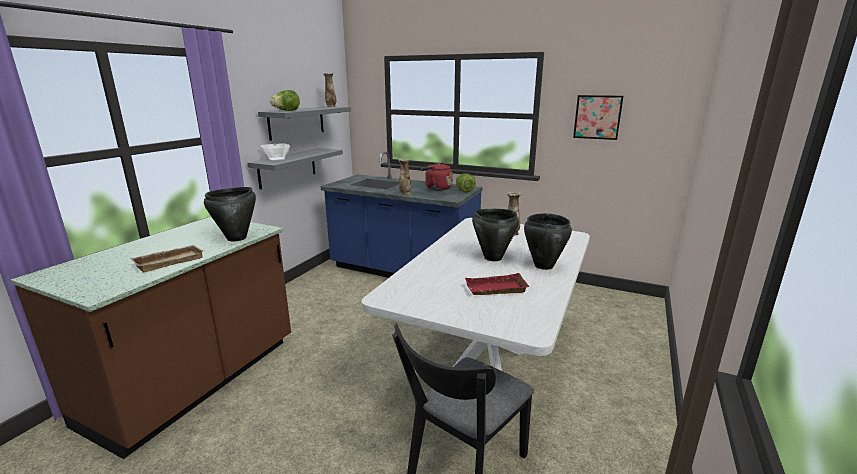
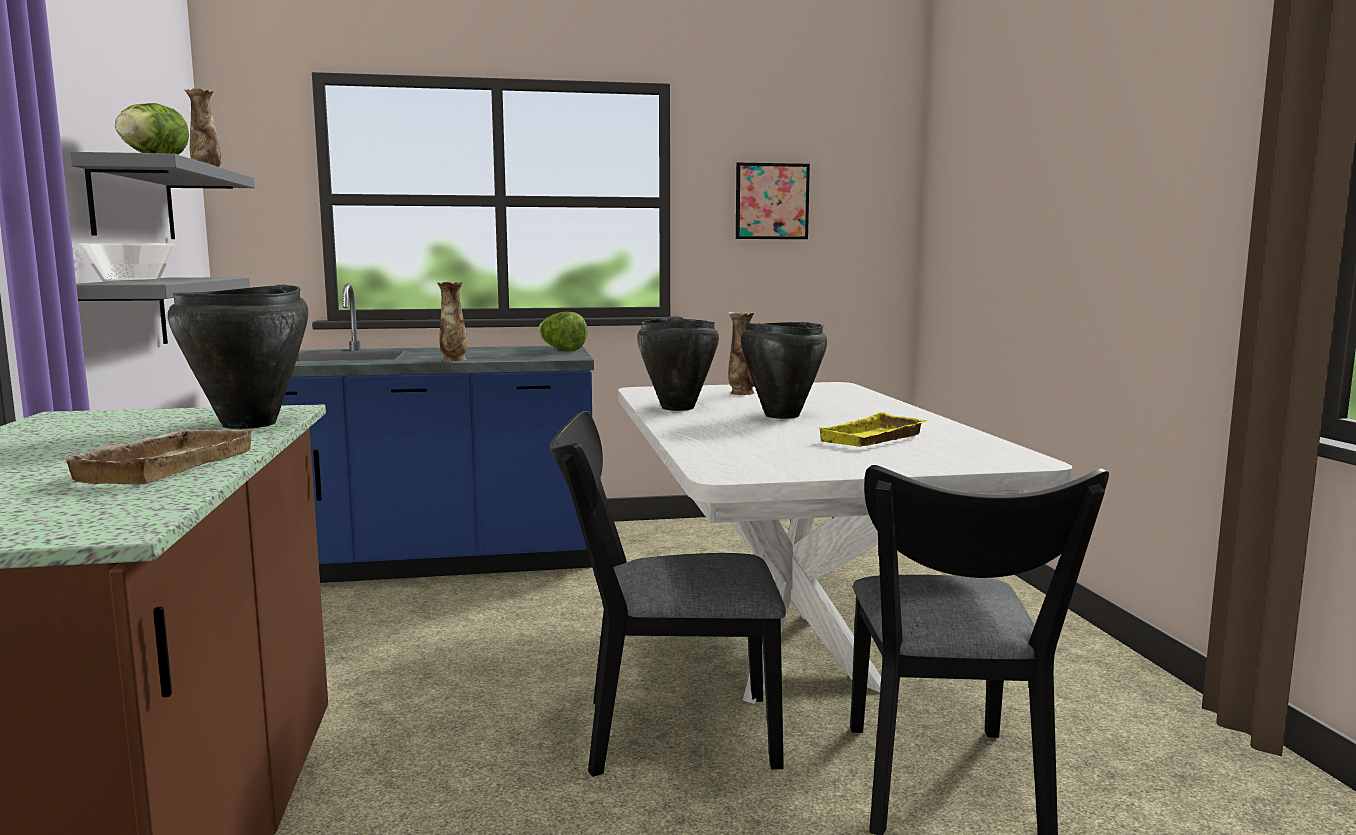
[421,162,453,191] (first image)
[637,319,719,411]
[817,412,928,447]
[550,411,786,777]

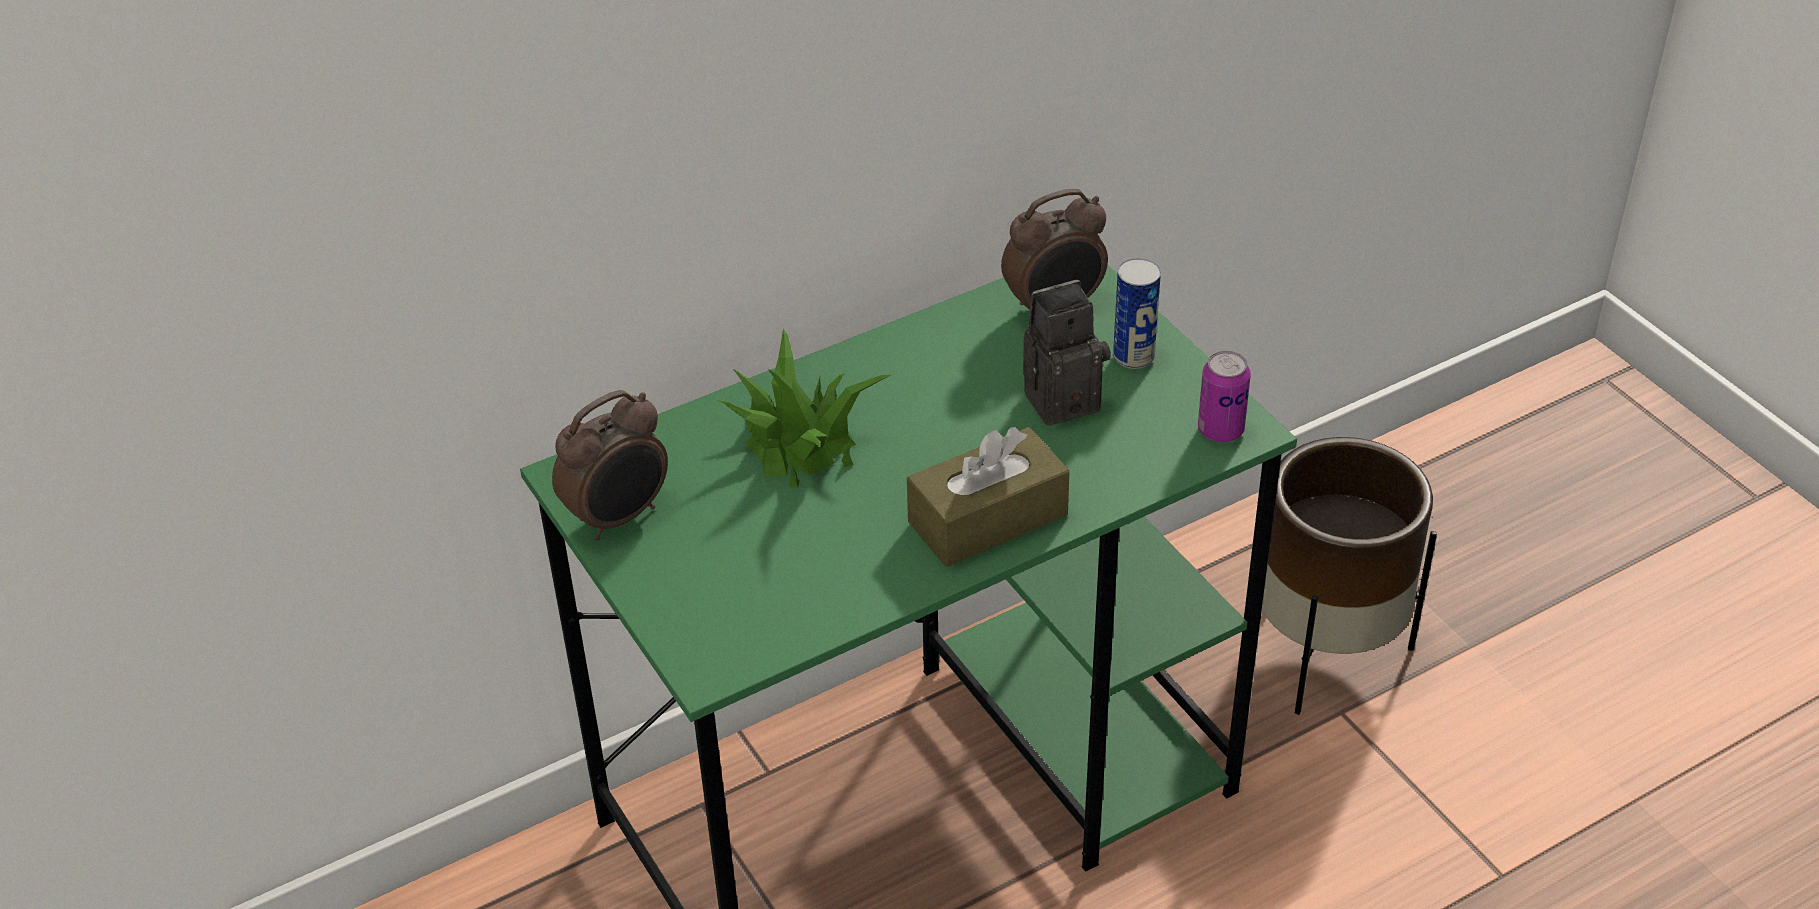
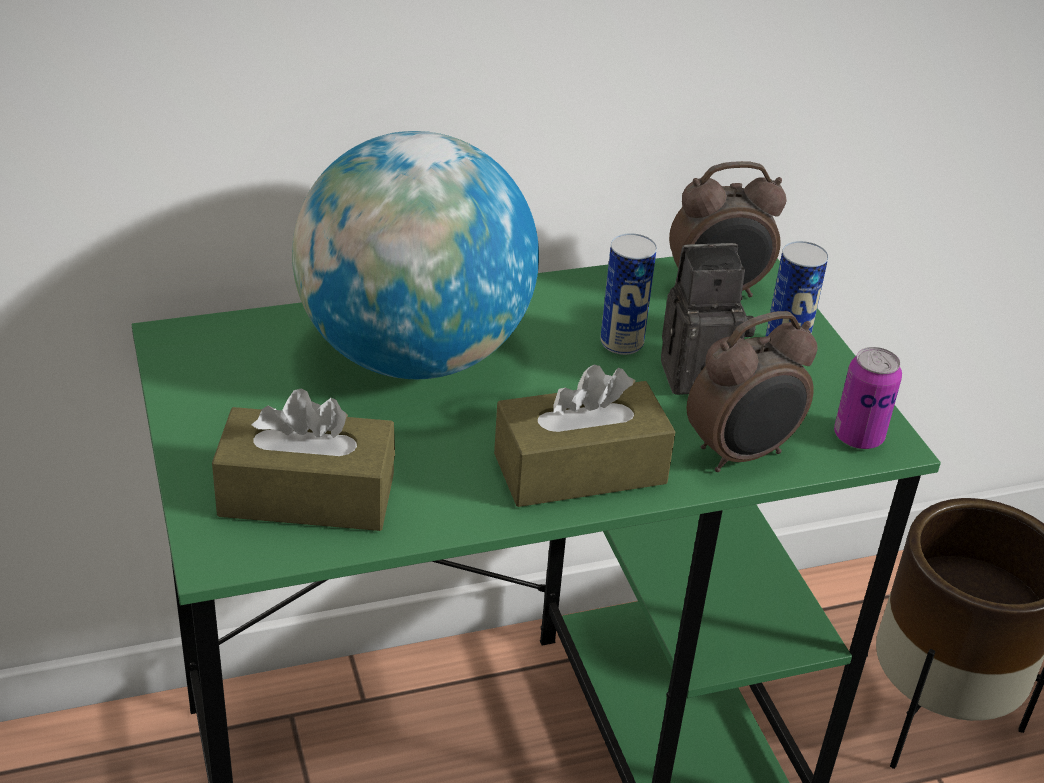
[292,131,539,379]
[687,311,818,472]
[600,233,657,355]
[212,388,395,531]

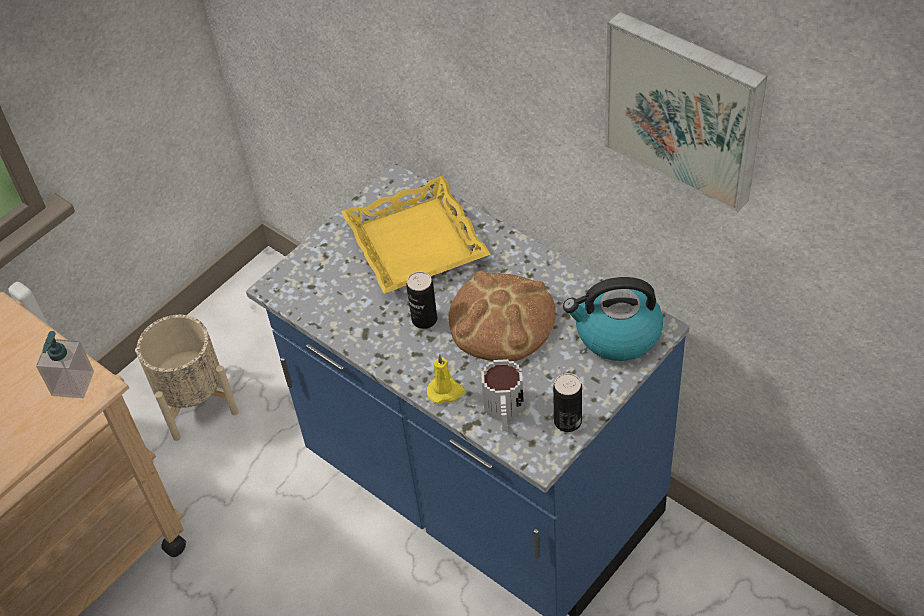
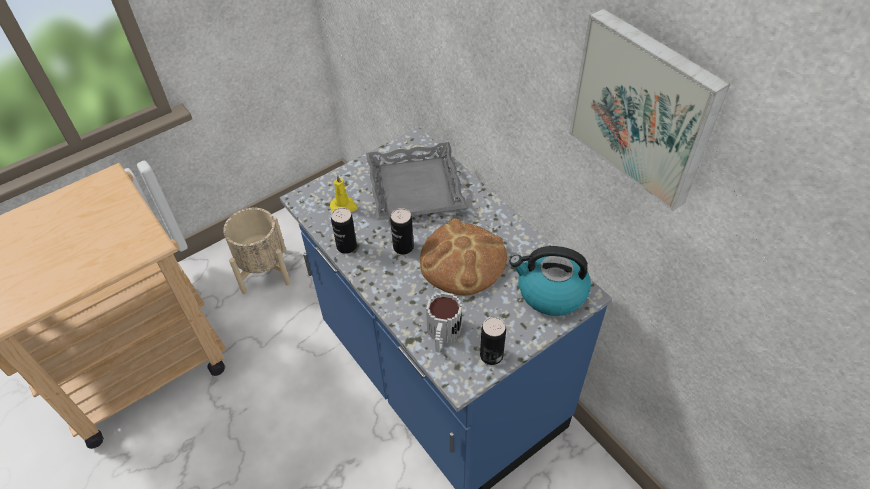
[366,142,468,221]
[36,331,94,398] (first image)
[330,174,358,212]
[331,207,357,254]

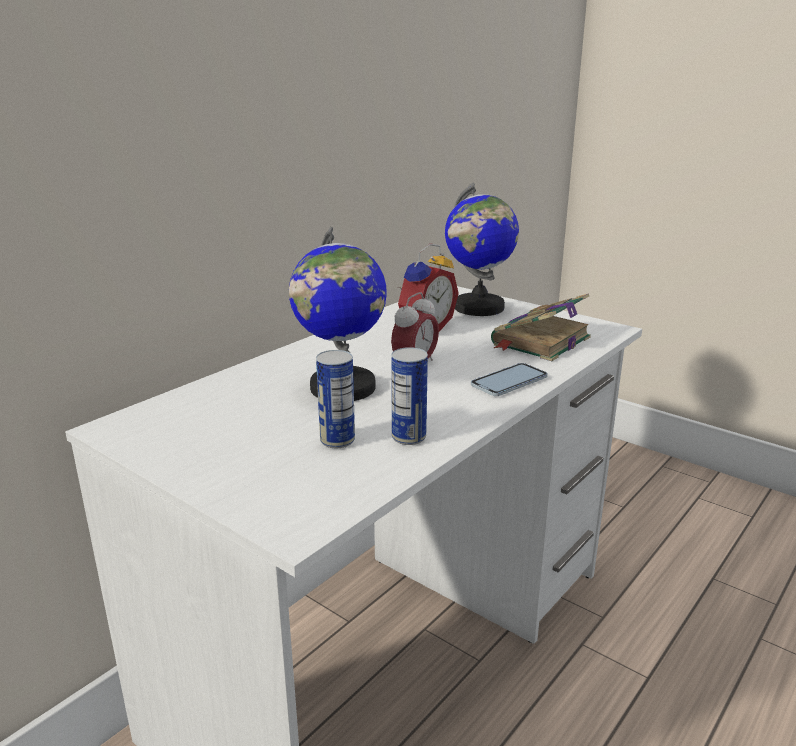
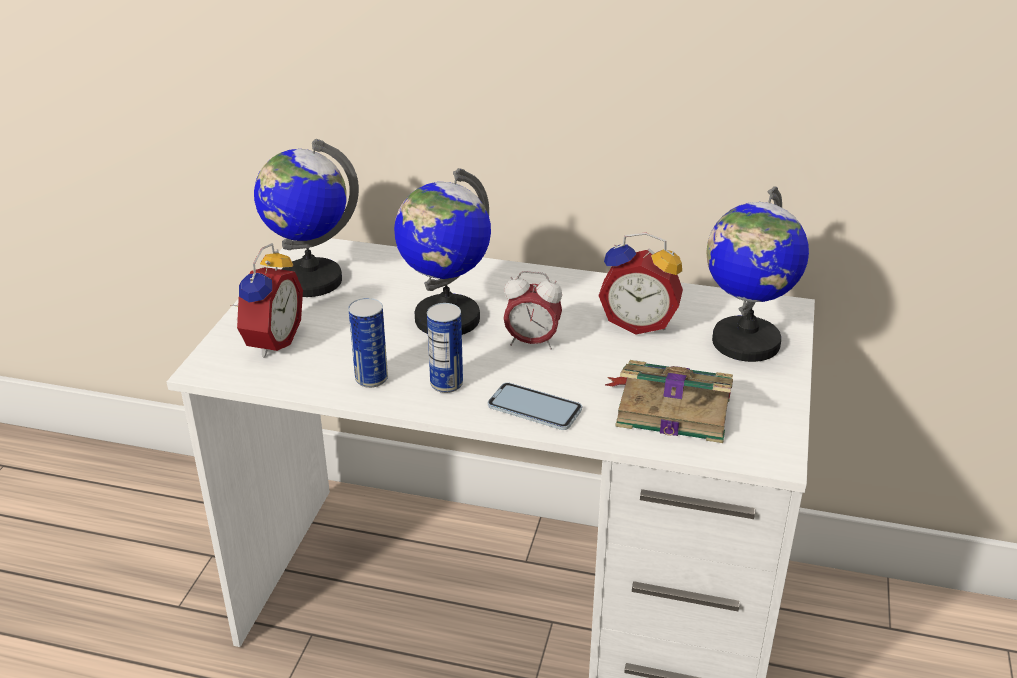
[427,303,463,393]
[254,139,359,297]
[231,243,303,358]

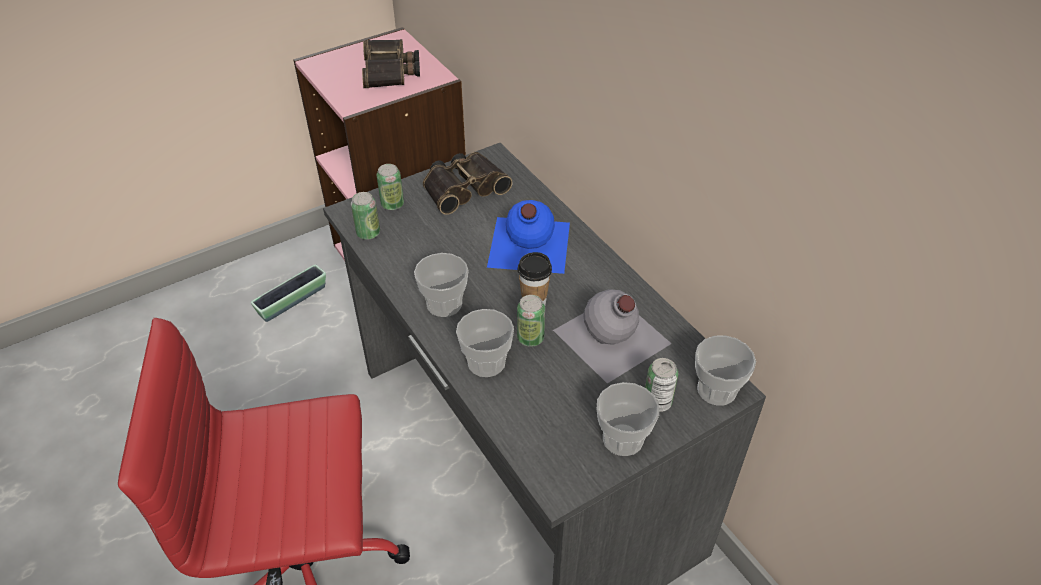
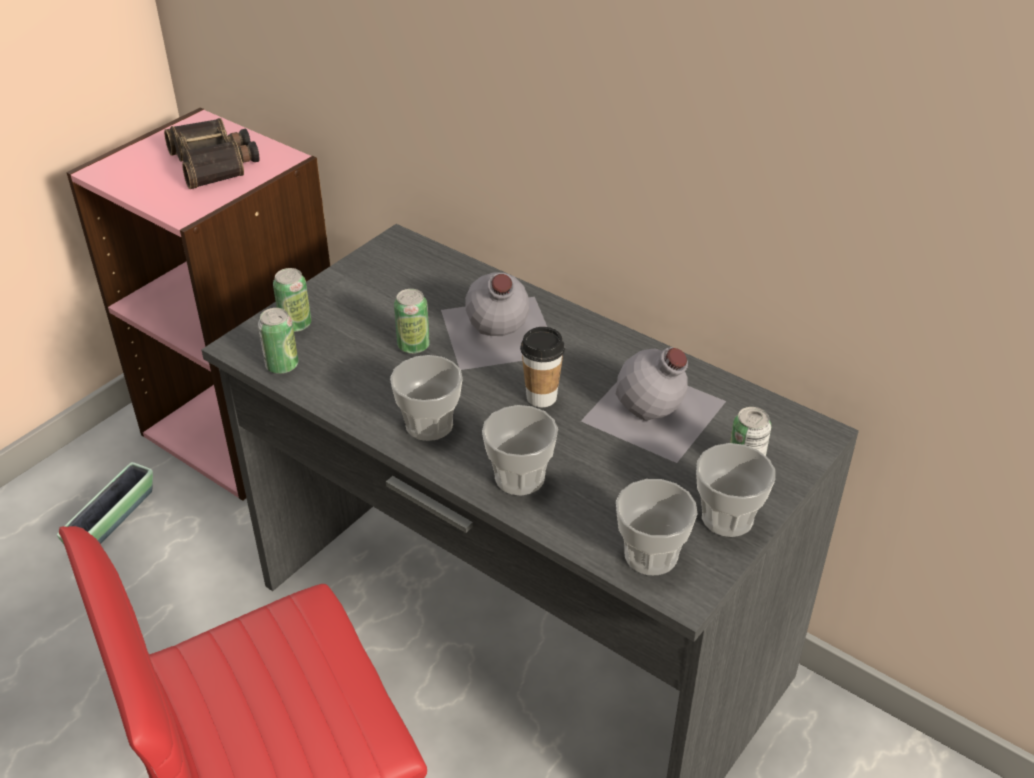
[423,152,512,215] (first image)
[441,272,547,370]
[394,289,430,354]
[616,479,698,575]

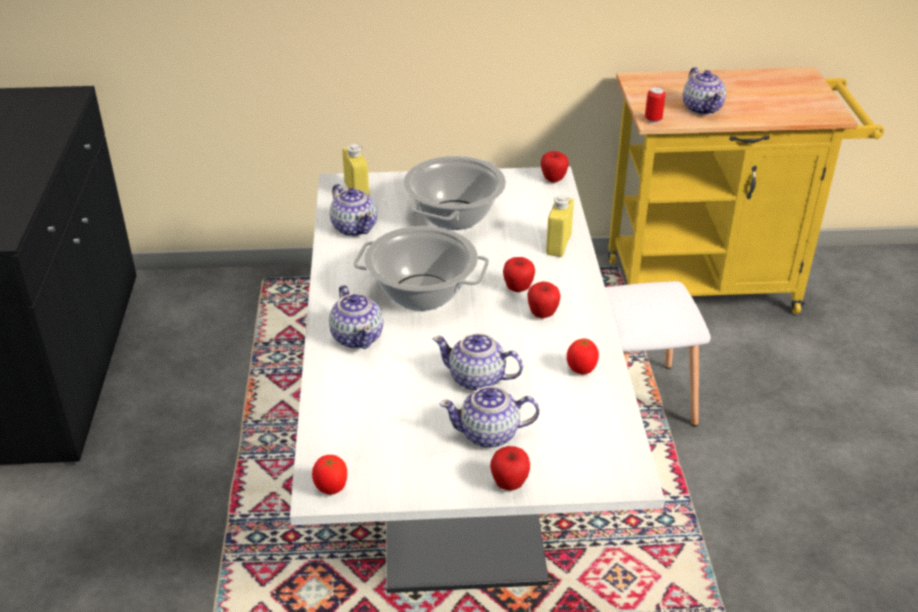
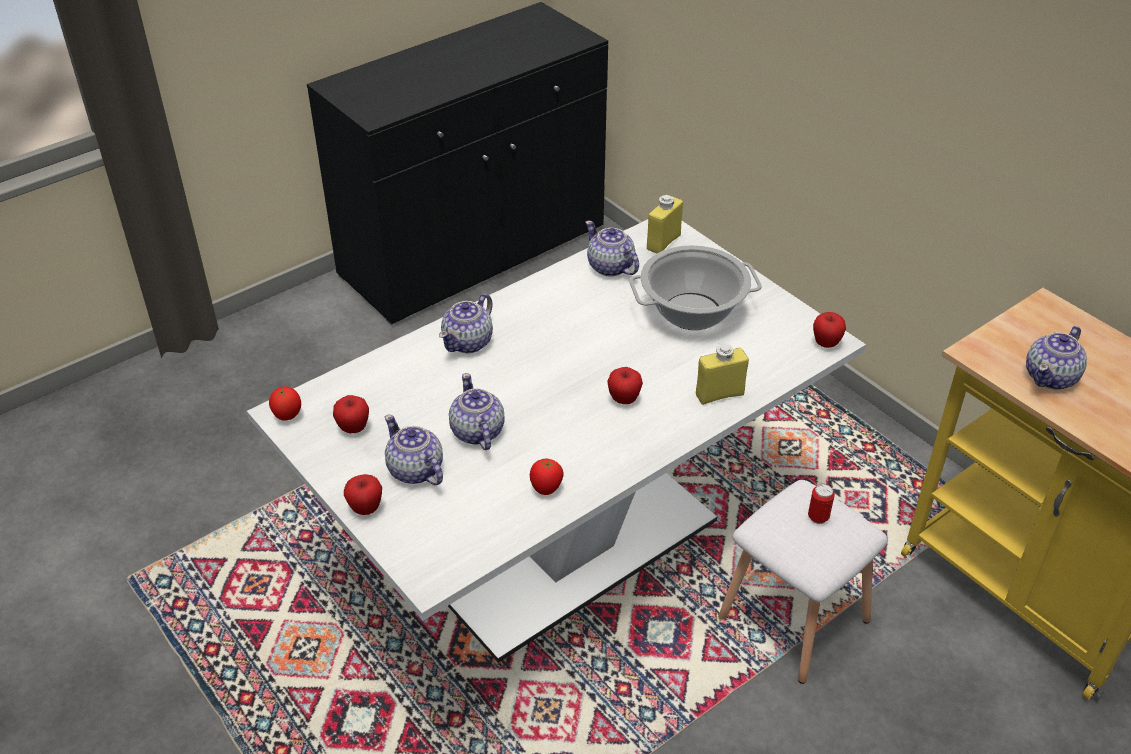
[808,484,835,524]
[585,221,639,277]
[353,226,489,311] (first image)
[333,395,369,433]

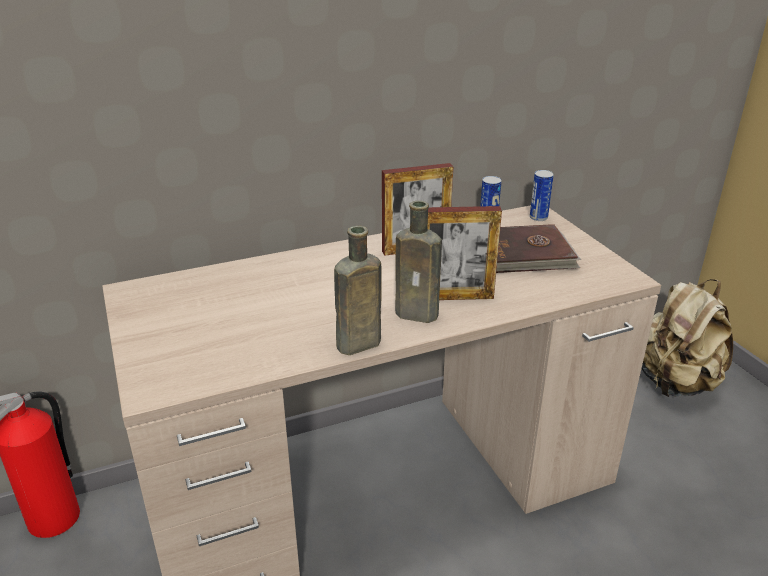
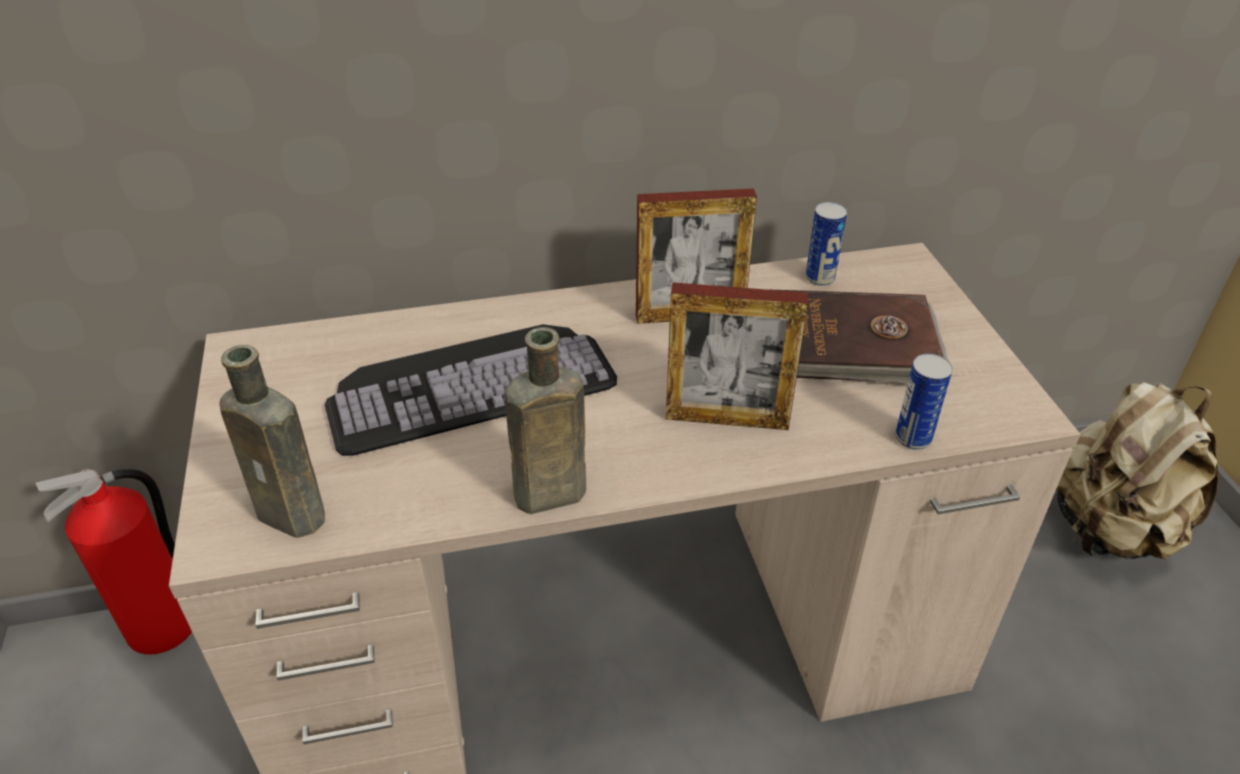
[895,354,953,450]
[220,345,325,538]
[325,324,617,456]

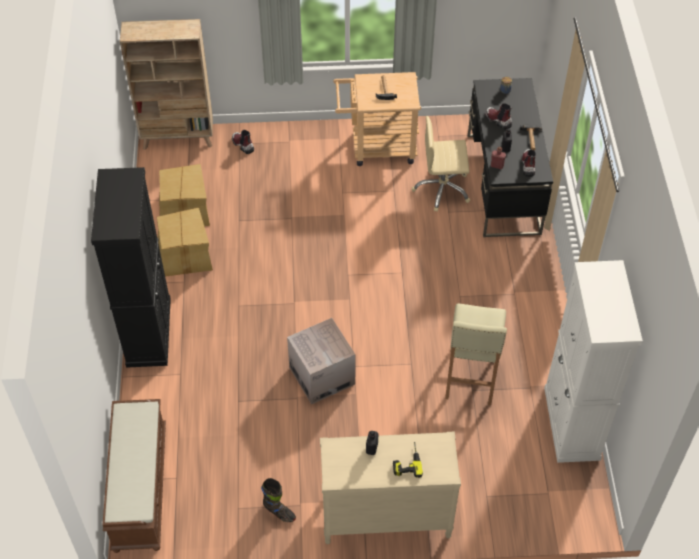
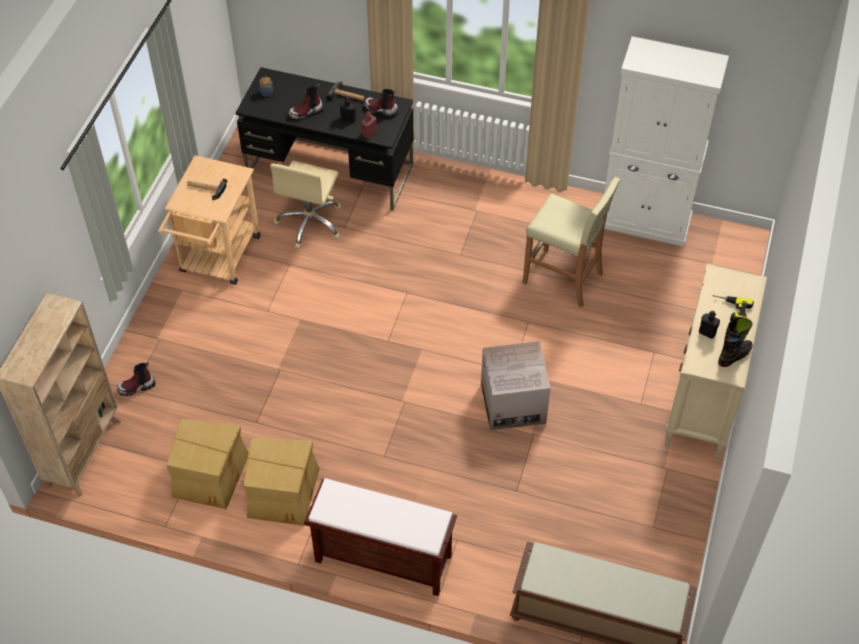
[304,478,457,596]
[718,317,753,367]

